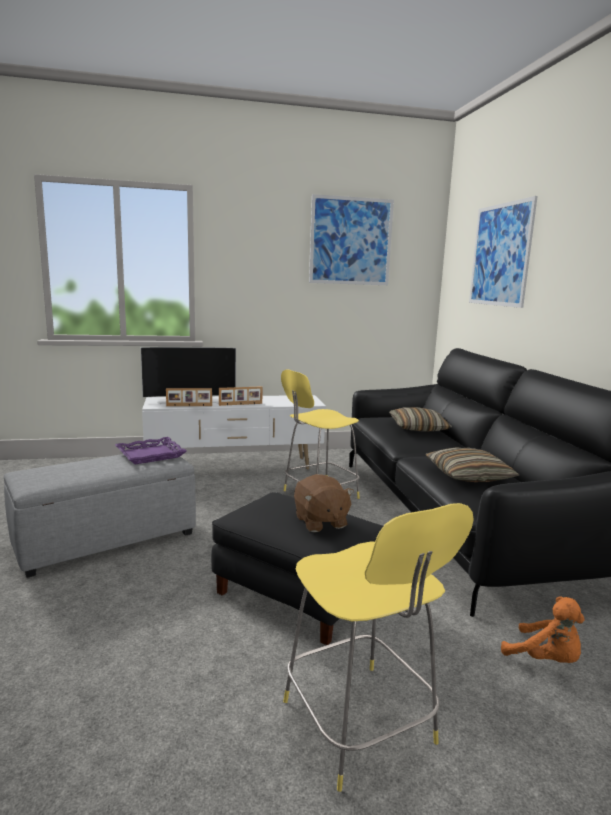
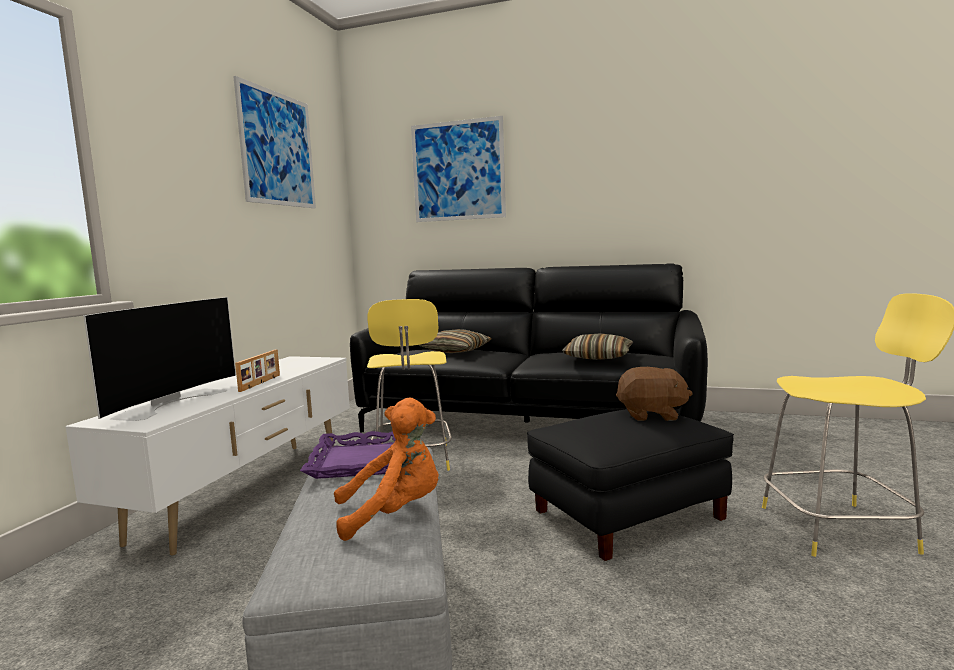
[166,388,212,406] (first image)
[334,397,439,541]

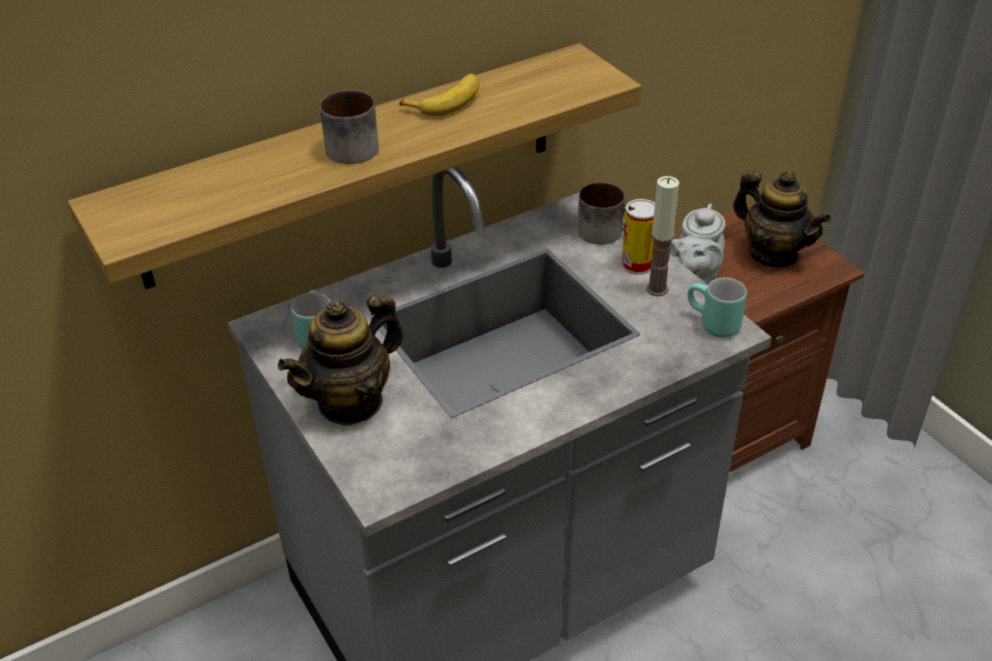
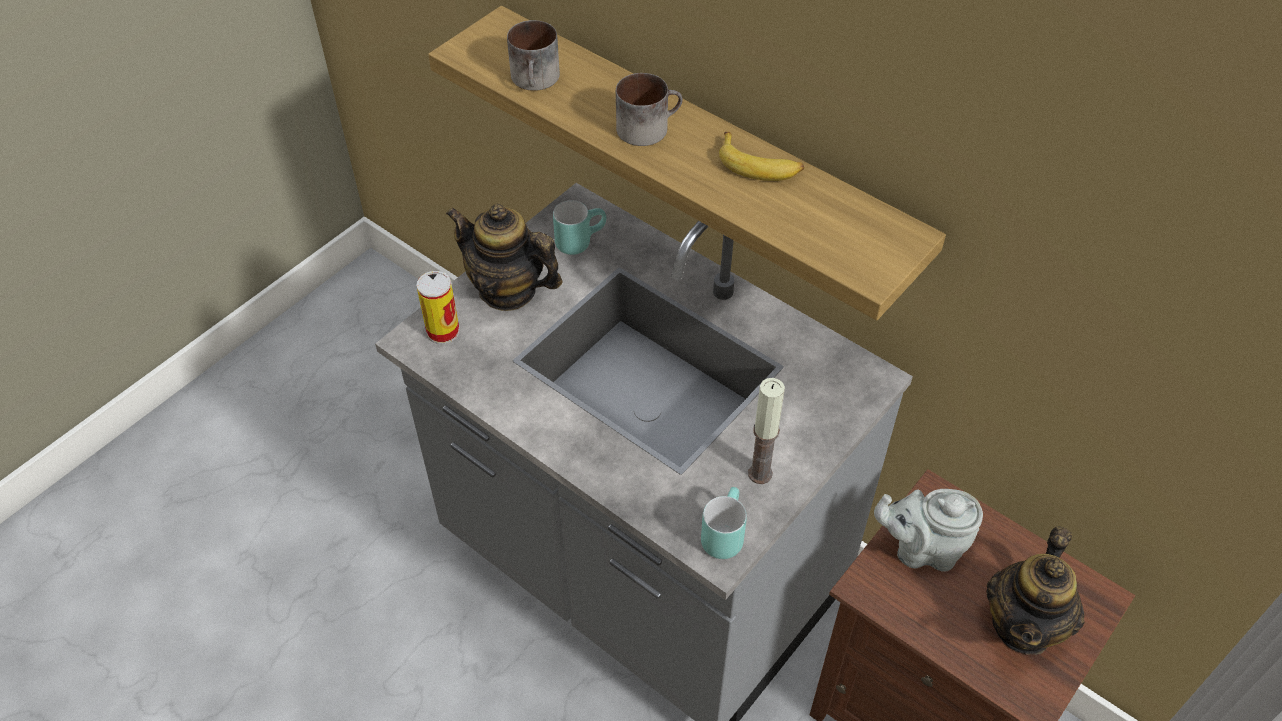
[507,20,560,91]
[416,271,460,344]

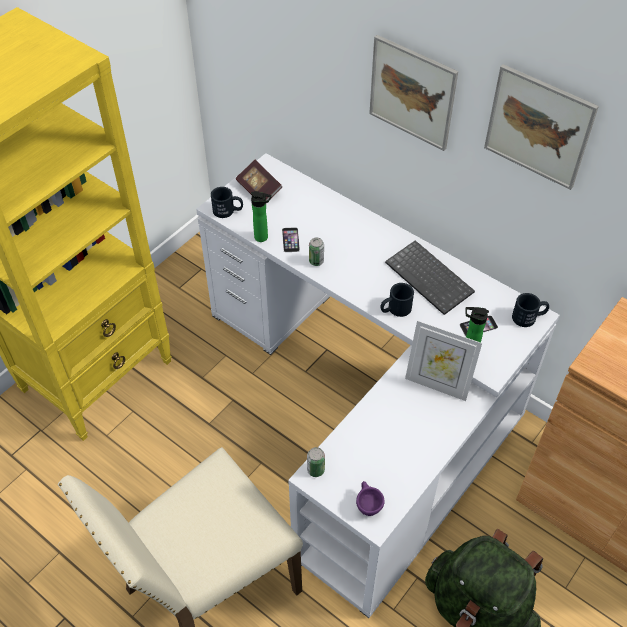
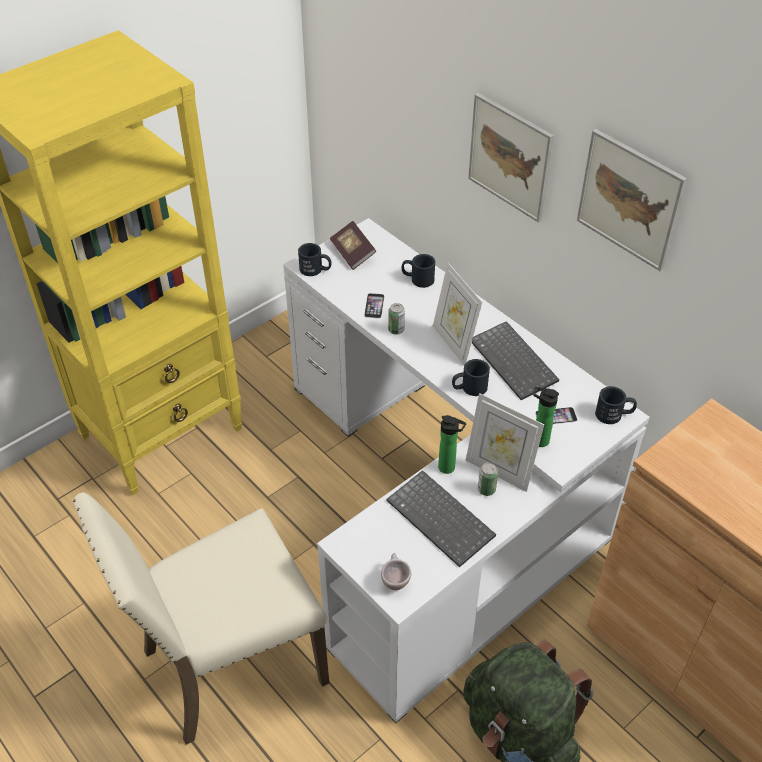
[438,415,466,474]
[478,462,498,496]
[381,553,411,590]
[402,254,435,288]
[433,263,482,365]
[387,470,496,567]

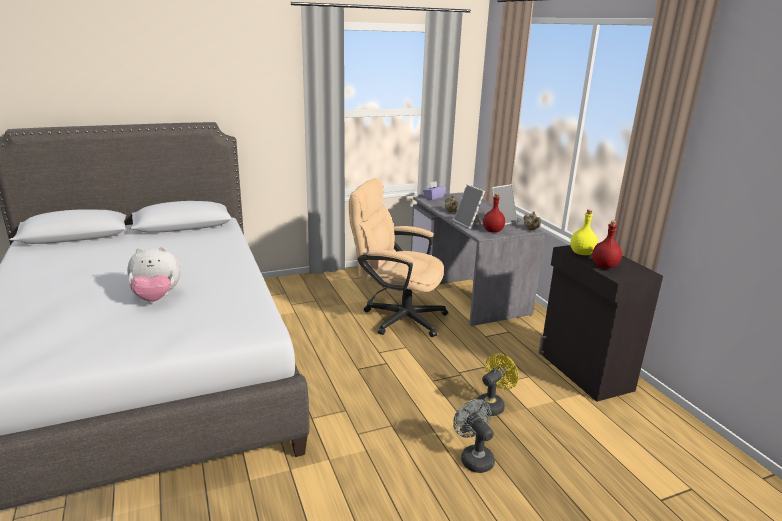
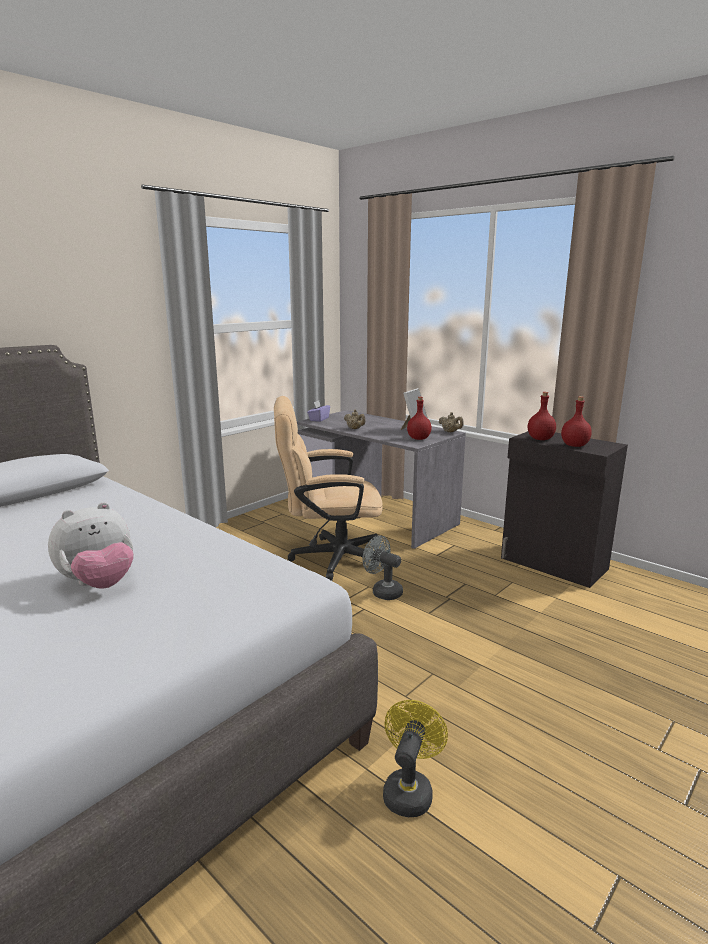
[453,184,485,229] (first image)
[528,392,556,440]
[383,700,448,817]
[363,535,403,600]

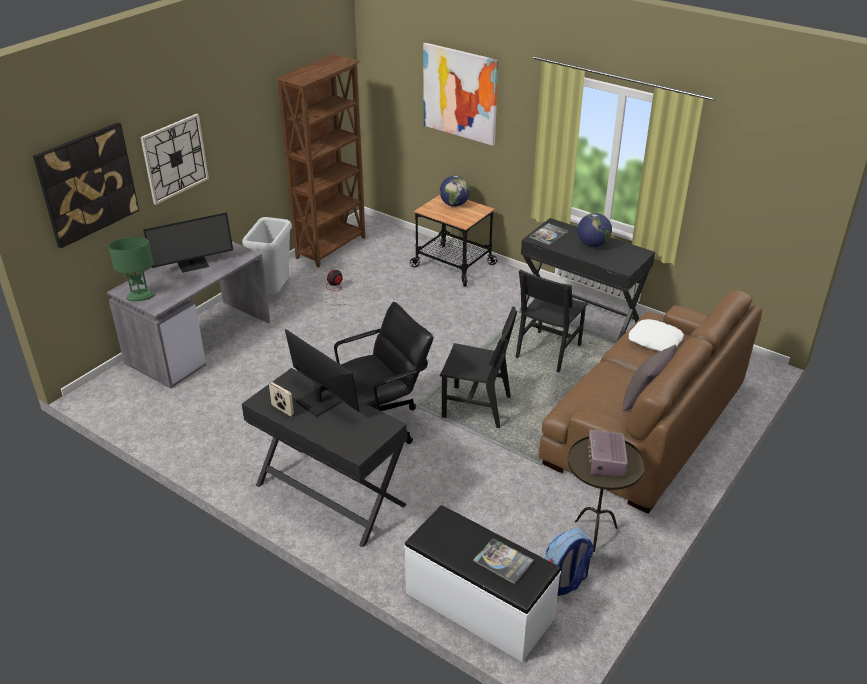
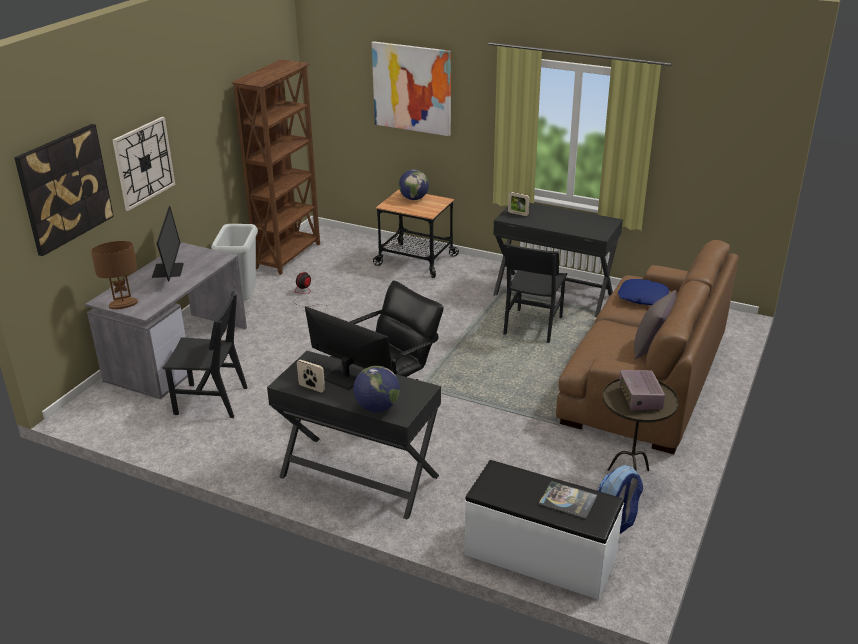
[152,206,184,282]
[353,366,400,412]
[508,192,529,216]
[91,241,138,309]
[163,291,248,418]
[618,279,669,305]

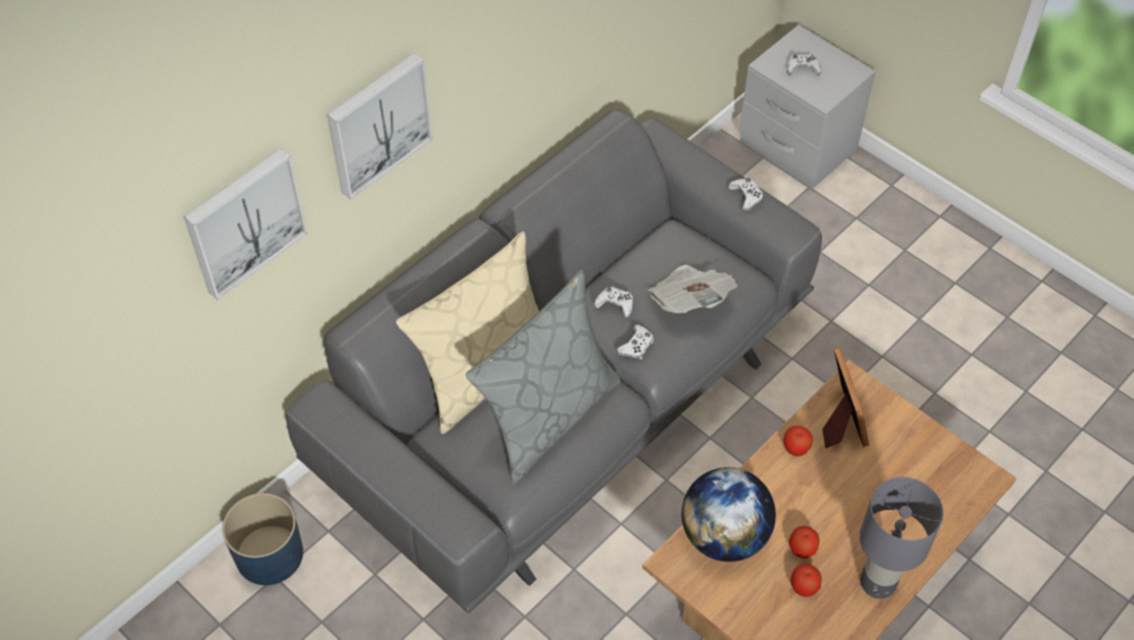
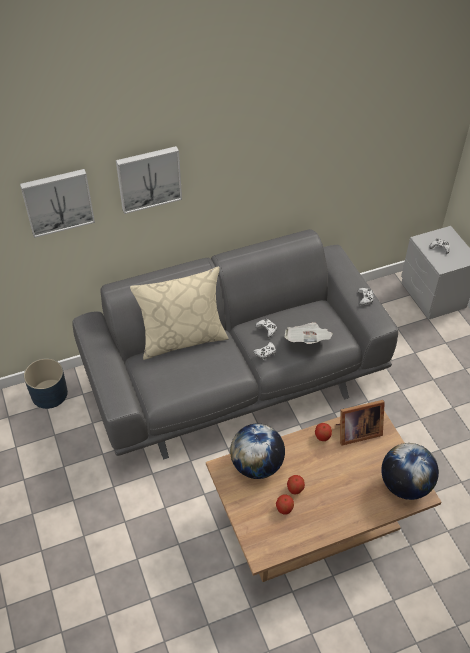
[466,270,621,484] (first image)
[336,400,385,446]
[860,477,944,599] (first image)
[381,443,439,500]

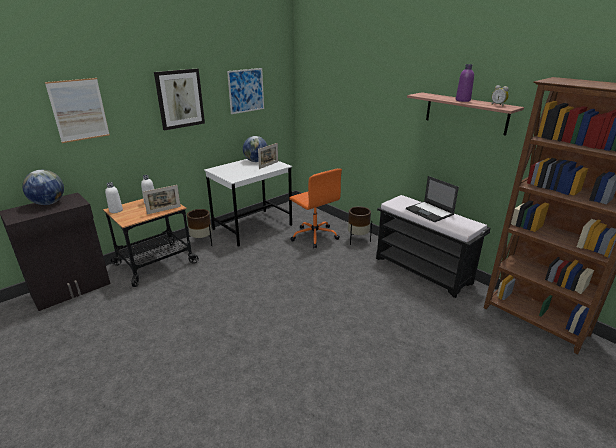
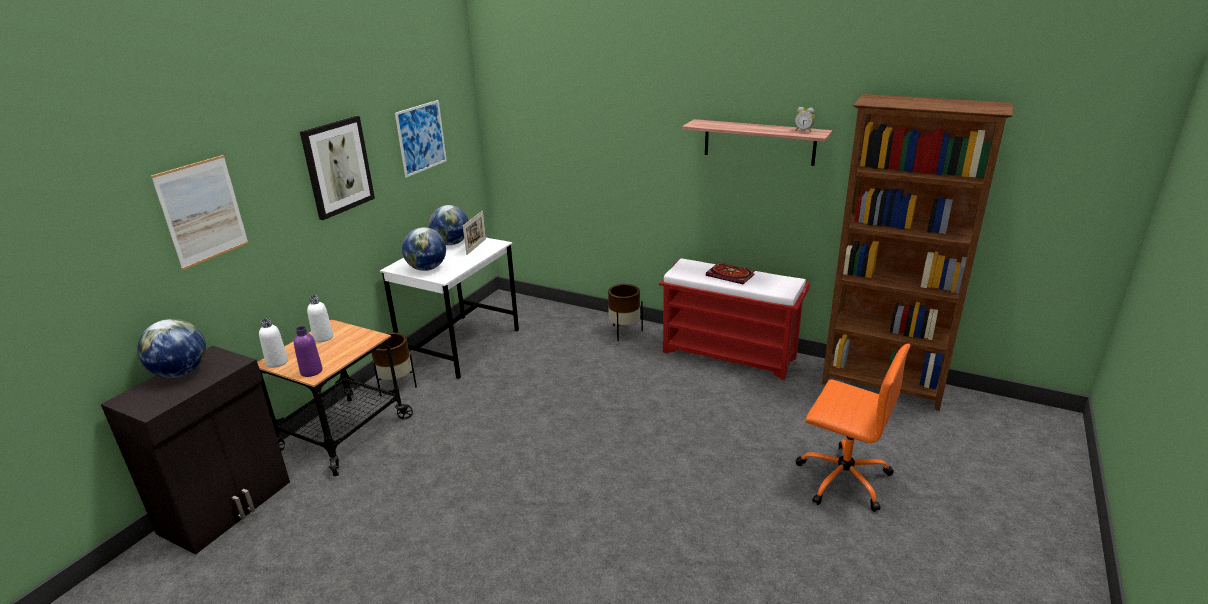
[294,326,323,377]
[796,344,911,512]
[706,262,755,284]
[143,185,181,214] (first image)
[659,258,810,380]
[402,227,446,271]

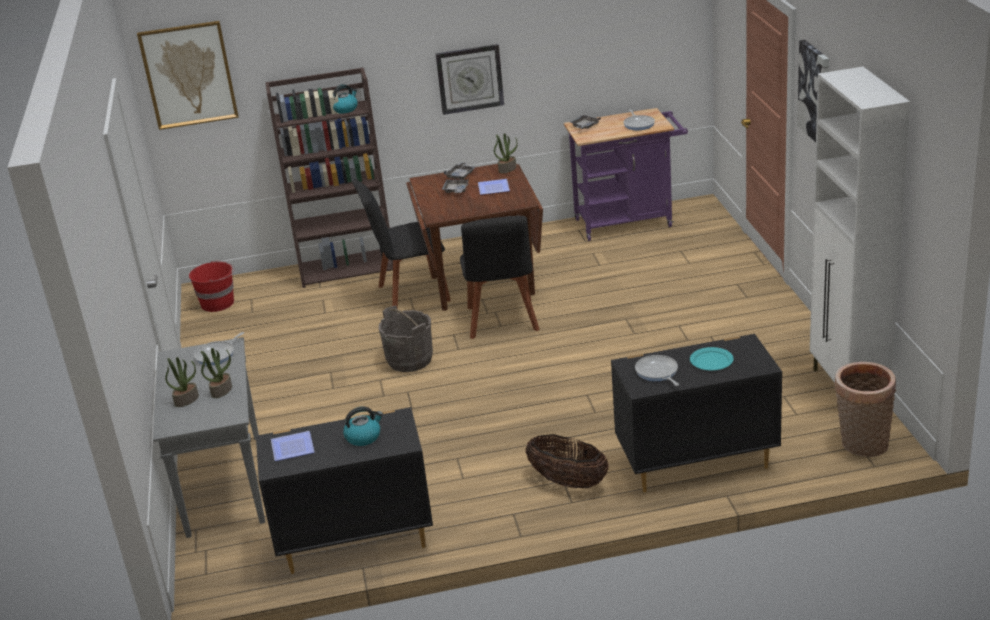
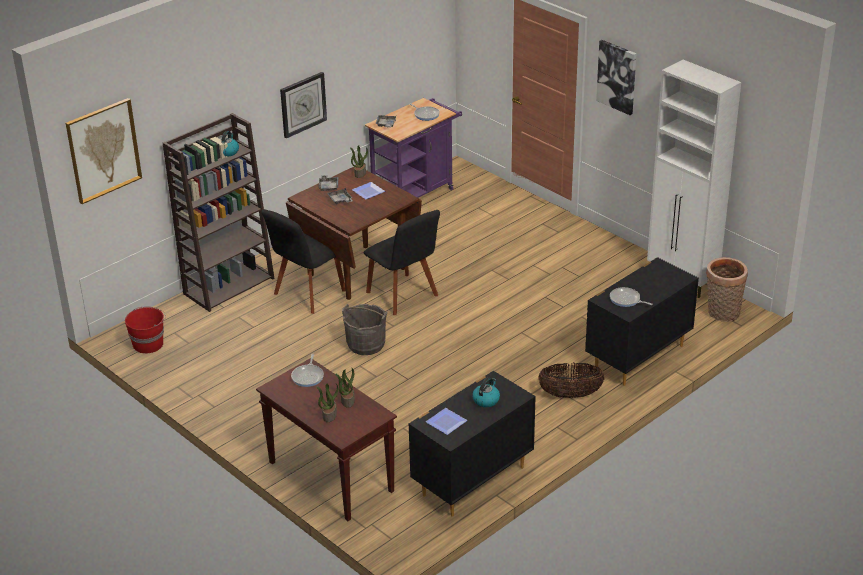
[256,358,397,521]
[690,347,734,370] (first image)

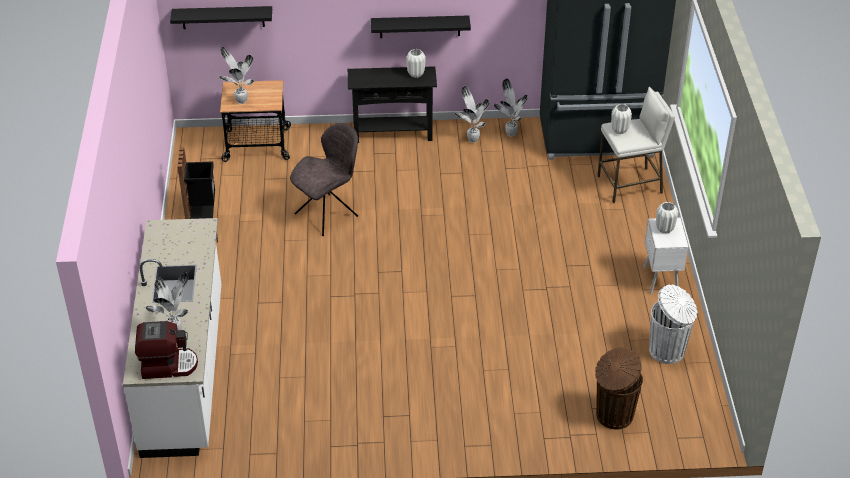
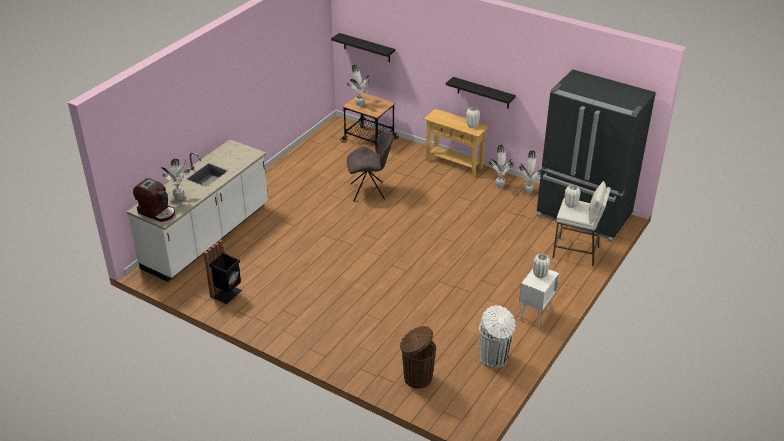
[423,109,490,177]
[204,240,242,304]

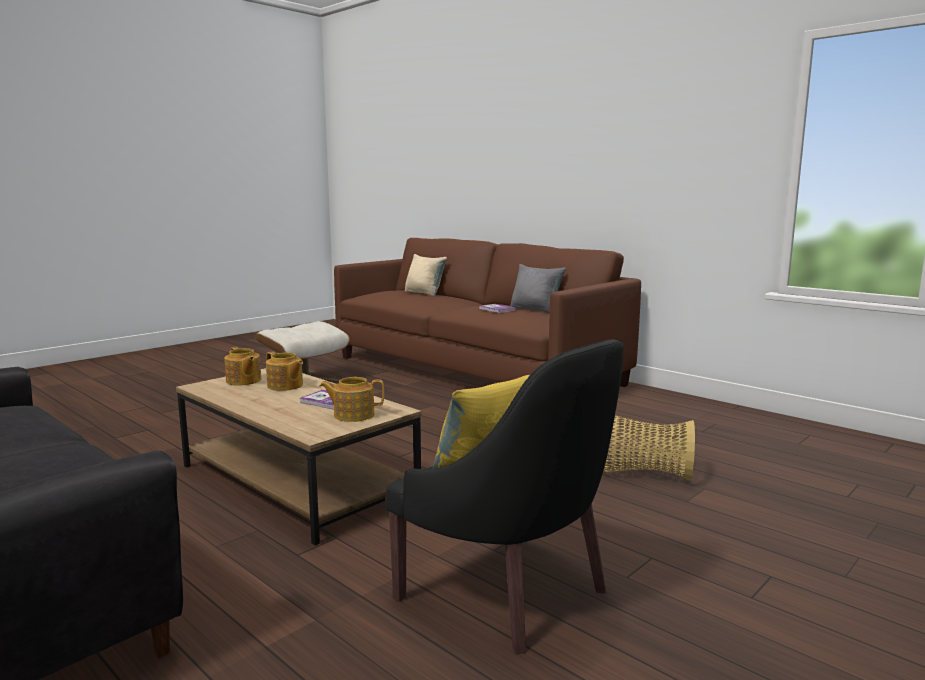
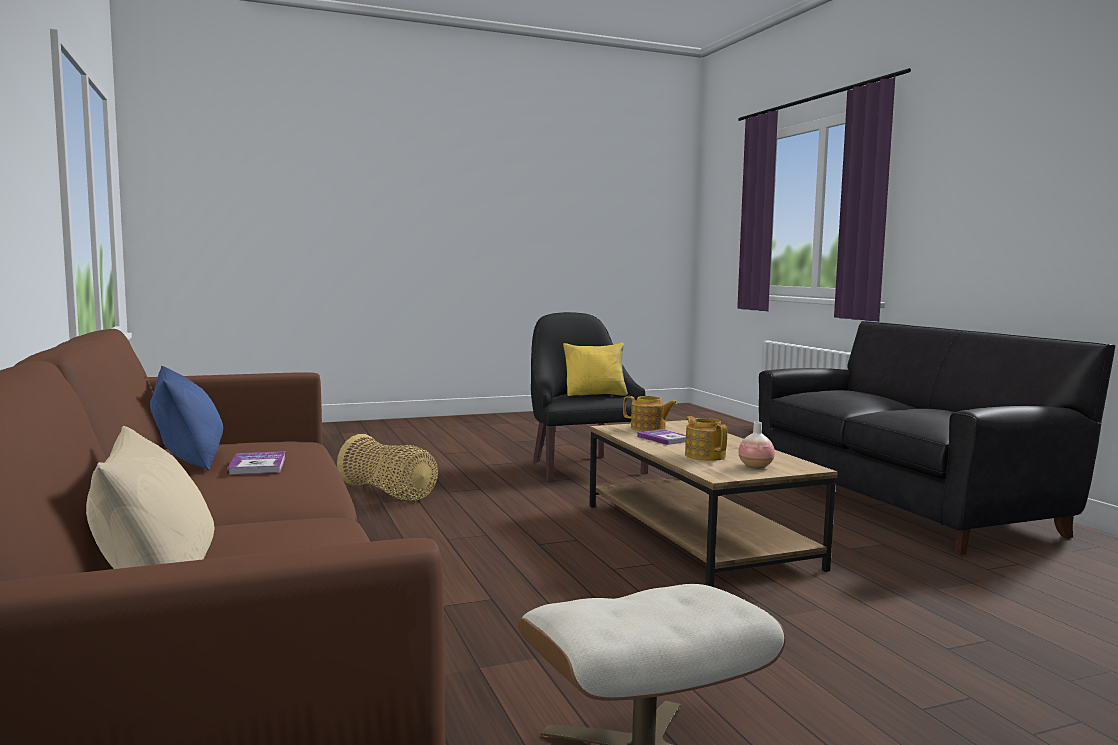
[150,366,223,470]
[738,422,775,469]

